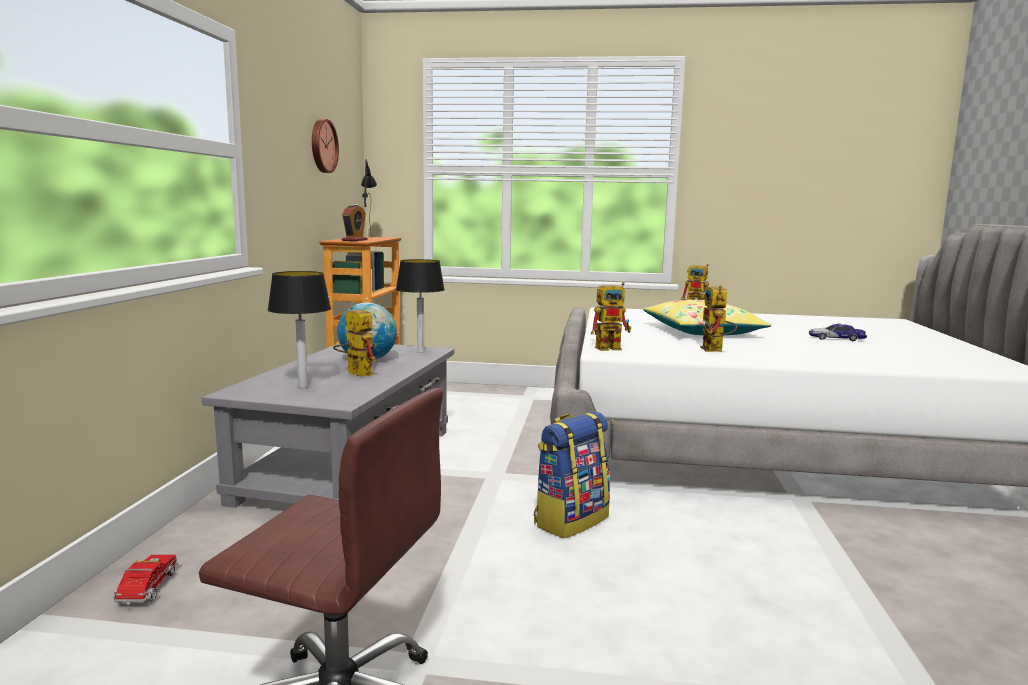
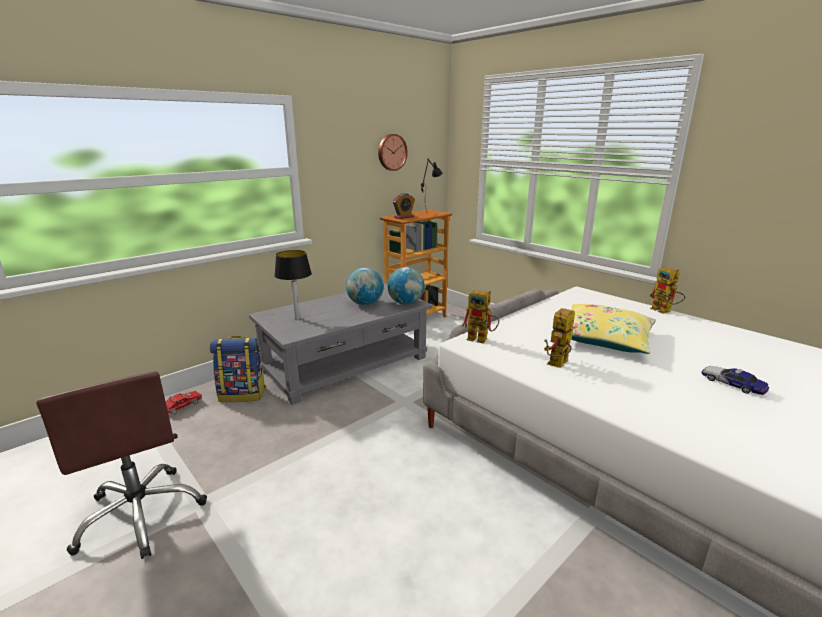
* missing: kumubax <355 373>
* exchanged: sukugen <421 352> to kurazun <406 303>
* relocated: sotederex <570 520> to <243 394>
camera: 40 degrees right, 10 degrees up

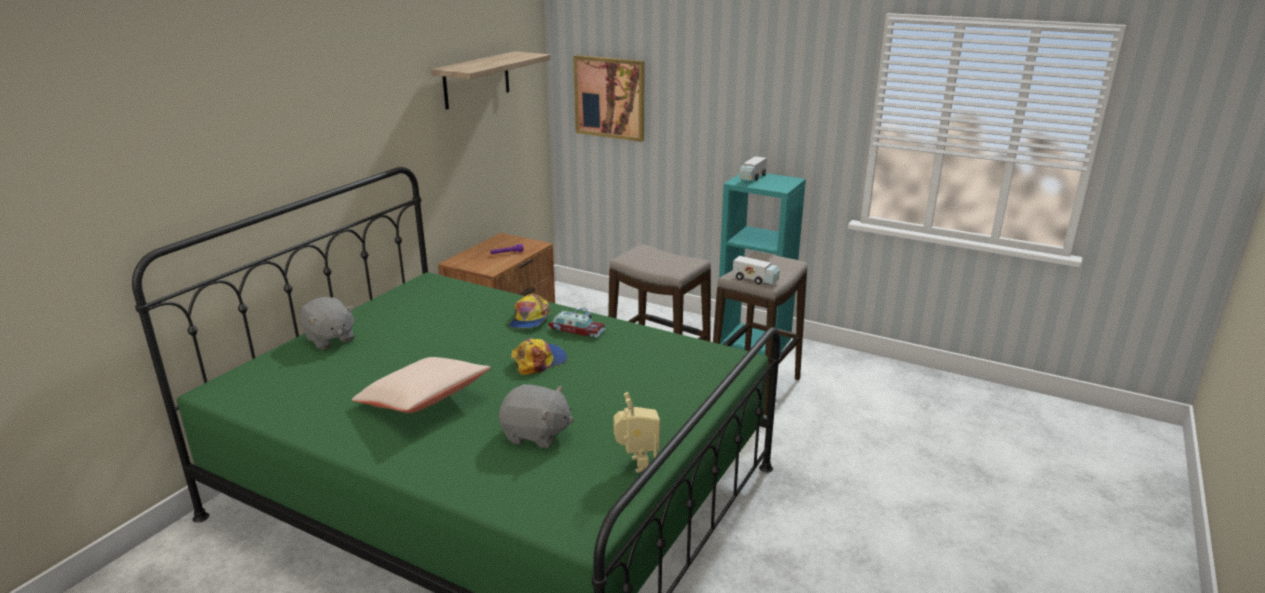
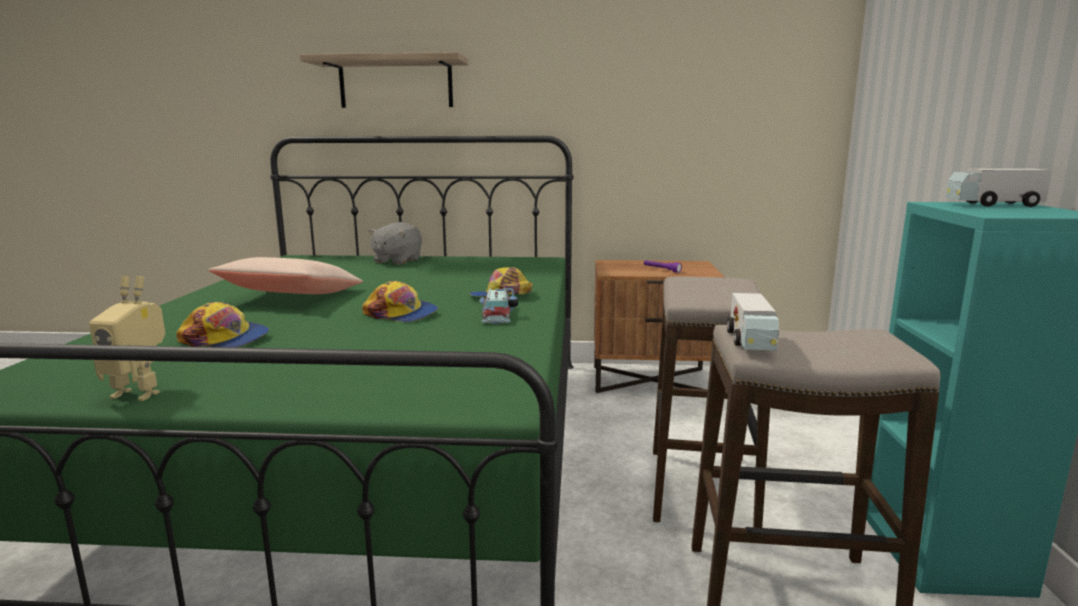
* relocated: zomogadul <476 80> to <396 83>
* exchanged: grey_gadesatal <536 434> to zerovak <225 339>
* missing: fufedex <610 97>
* spun: kumubax <636 464> = <140 392> 45 degrees clockwise
camera: 65 degrees right, 10 degrees down

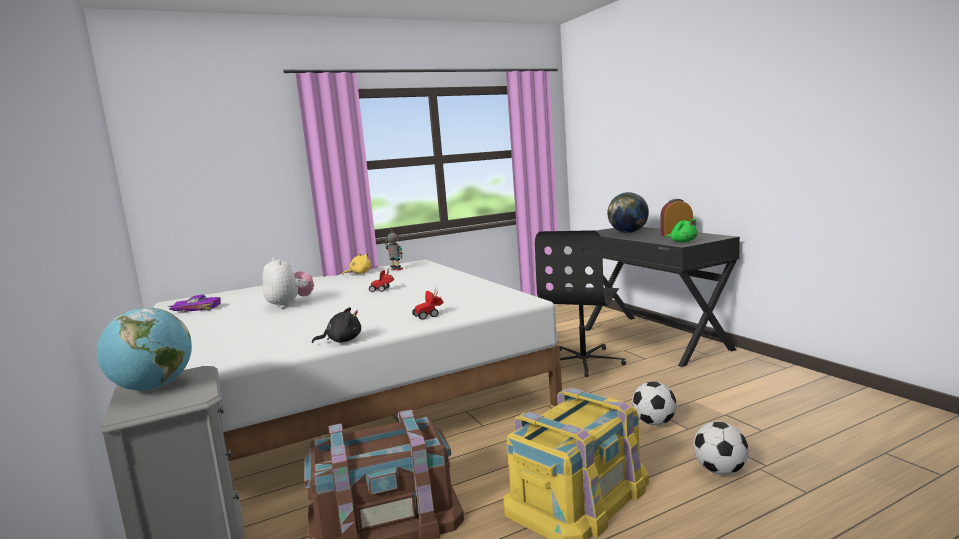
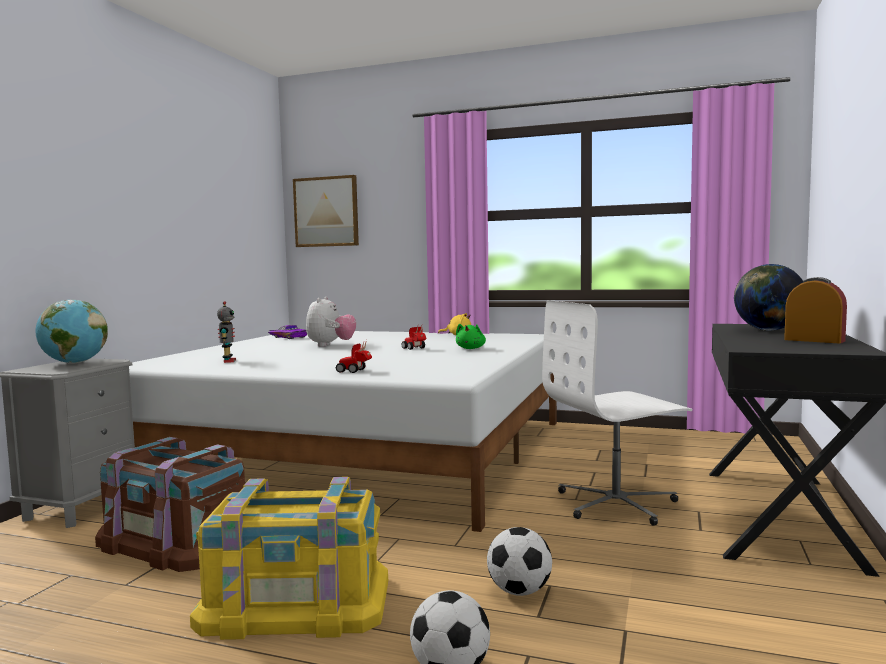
* missing: black_gadesatal <342 341>
* relocated: kumubax <396 269> to <228 361>
* colour: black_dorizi <584 361> to white_dorizi <617 503>
* relocated: green_gadesatal <682 241> to <471 348>
* appeared: fufedex <326 212>
camera: 45 degrees right, 5 degrees down

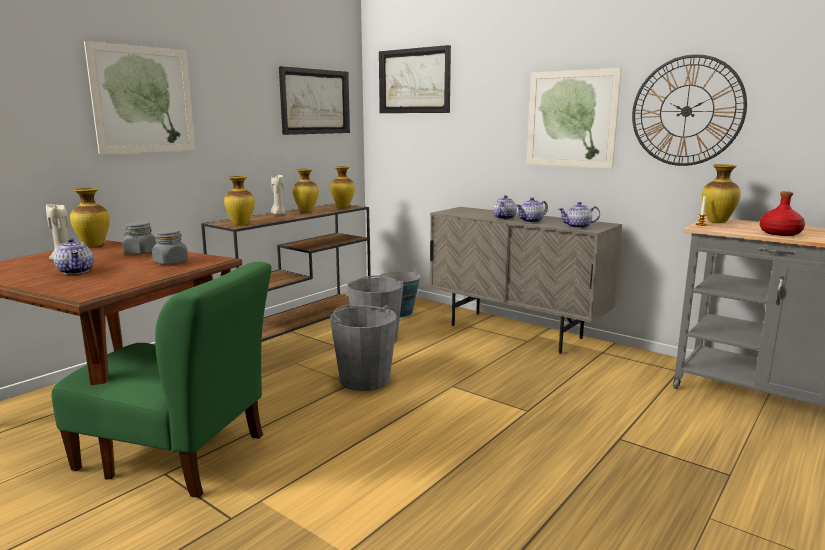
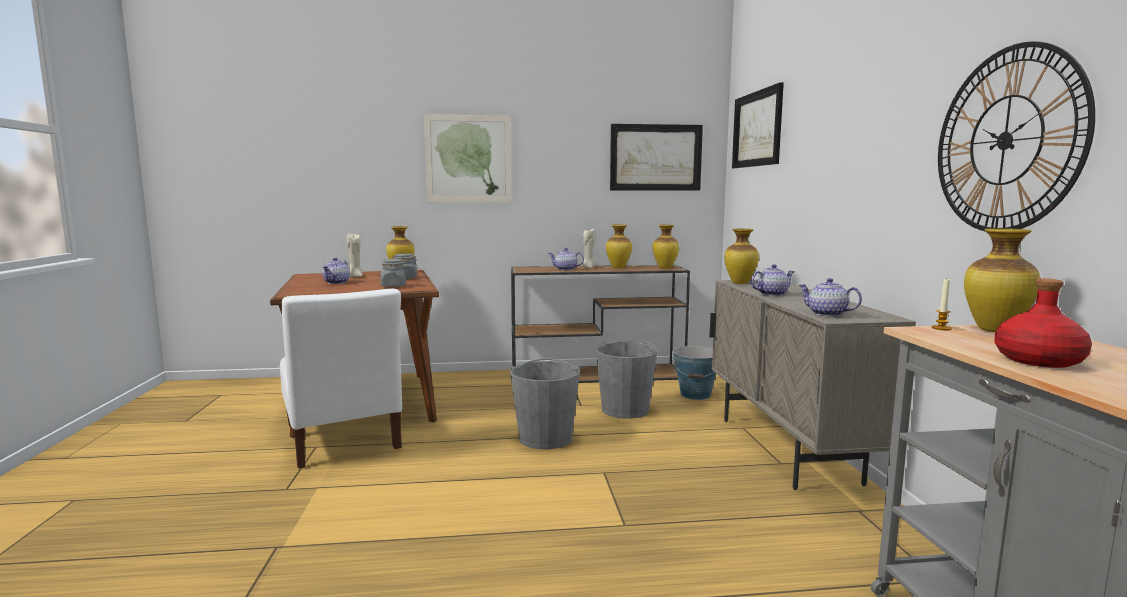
* colour: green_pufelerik <178 455> to white_pufelerik <341 439>
* relocated: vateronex <241 224> to <740 283>
* relocated: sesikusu <531 221> to <565 269>
* missing: fufedex <571 119>
camera: 45 degrees right, 5 degrees down

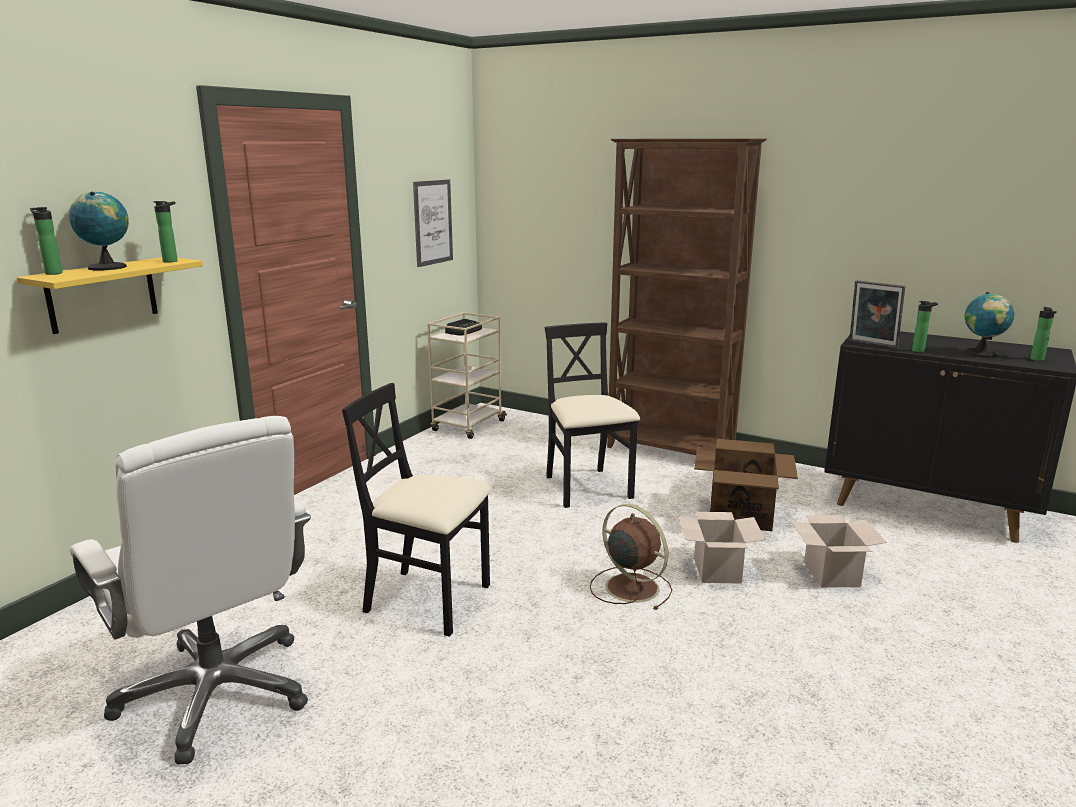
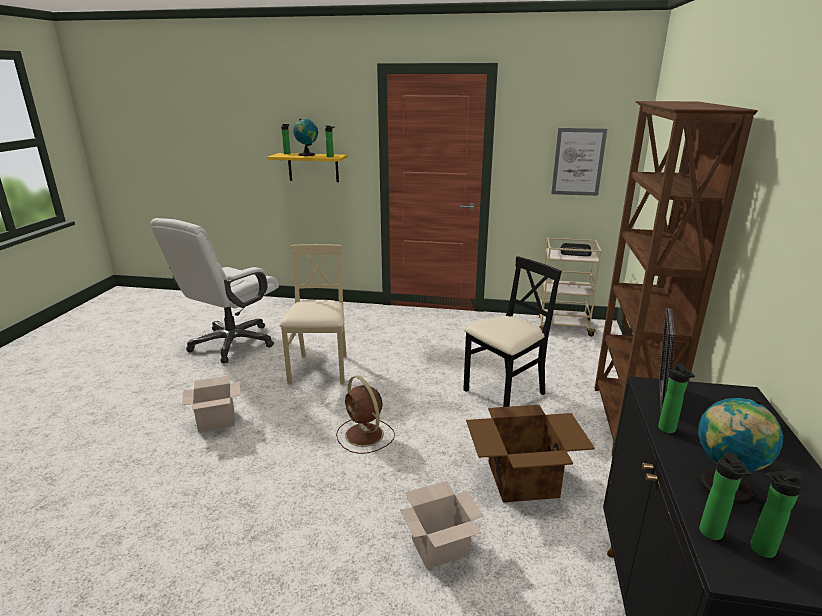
* colour: black_pufelerik <428 600> to beige_pufelerik <320 370>
* spun: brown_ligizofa <630 587> = <365 435> 120 degrees clockwise
* relocated: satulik <715 569> to <217 420>
* appeared: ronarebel <712 535>
camera: 70 degrees right, 5 degrees up

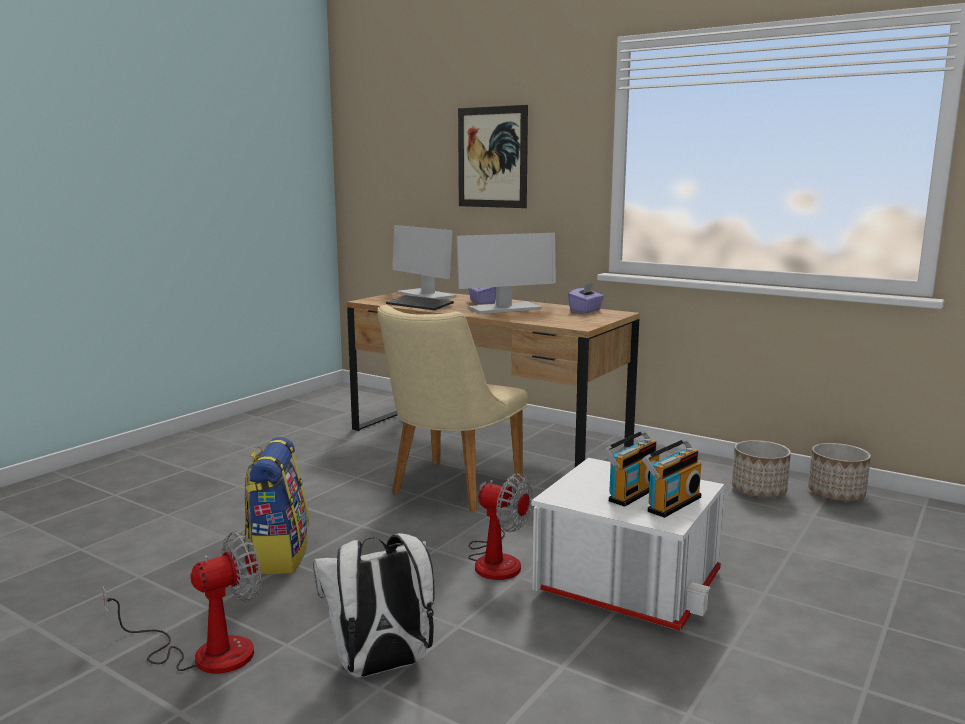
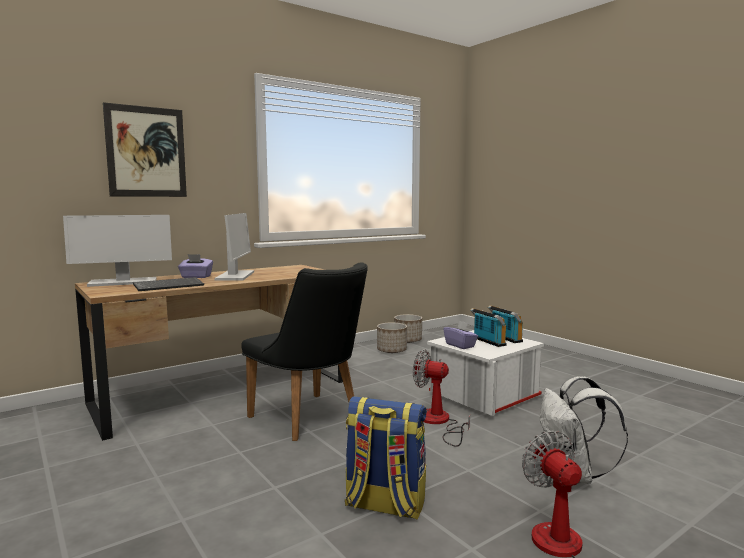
* colour: beige_pufelerik <449 490> to black_pufelerik <311 419>
* spun: ligizofa <495 559> = <438 422> 120 degrees counterclockwise
* relocated: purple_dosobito <585 311> to <460 345>
camera: 70 degrees left, 5 degrees down

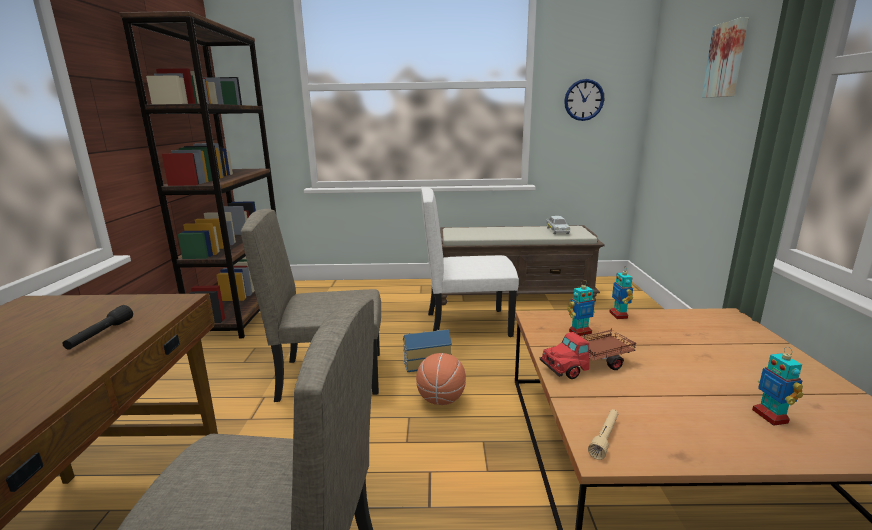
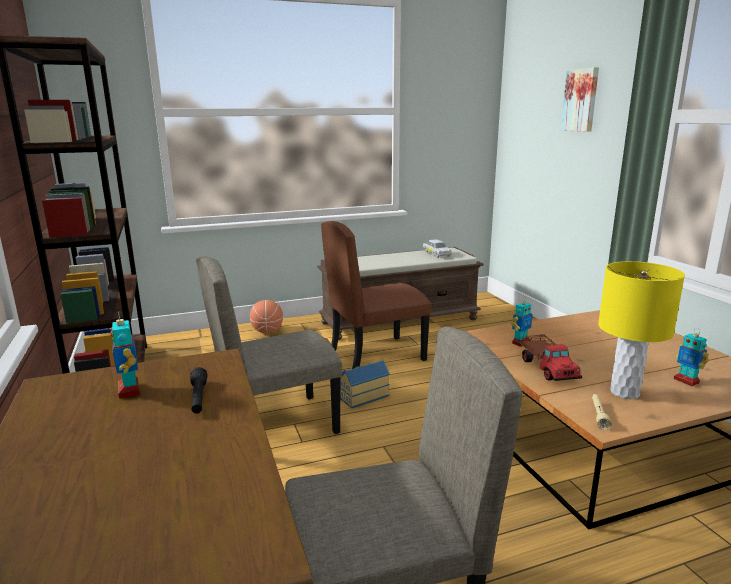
* relocated: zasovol <441 399> to <267 331>
* colour: white_pufelerik <468 324> to brown_pufelerik <376 355>
* spun: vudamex <588 365> = <547 367> 60 degrees counterclockwise
* missing: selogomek <584 100>
* relocated: kumubax <619 315> to <130 390>
* appeared: yellow_sukugen <624 392>
camera: 20 degrees left, 0 degrees up

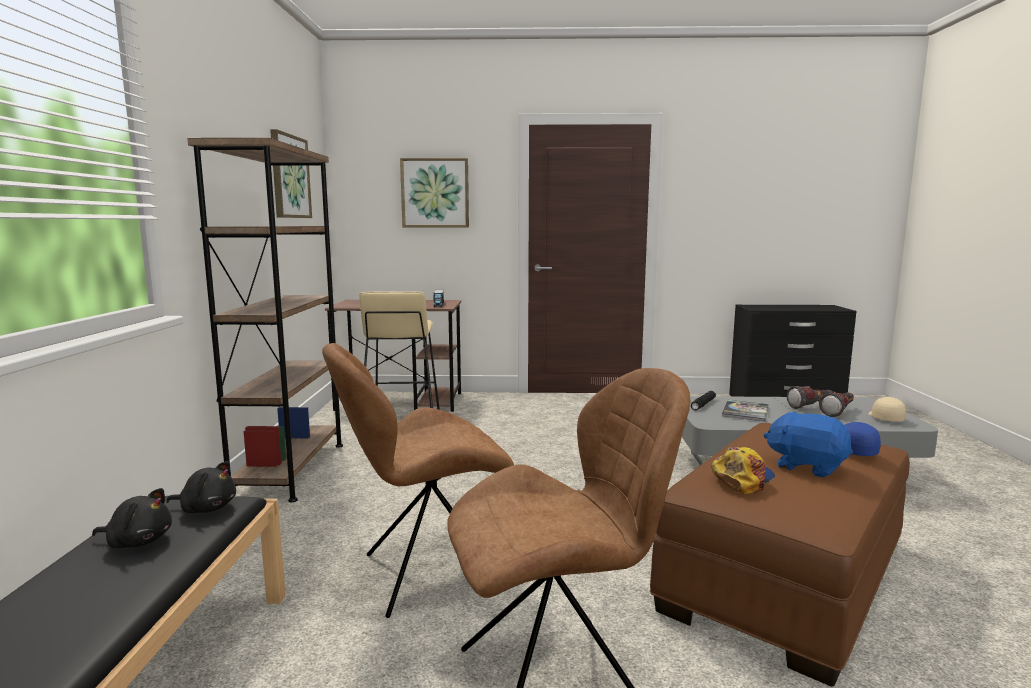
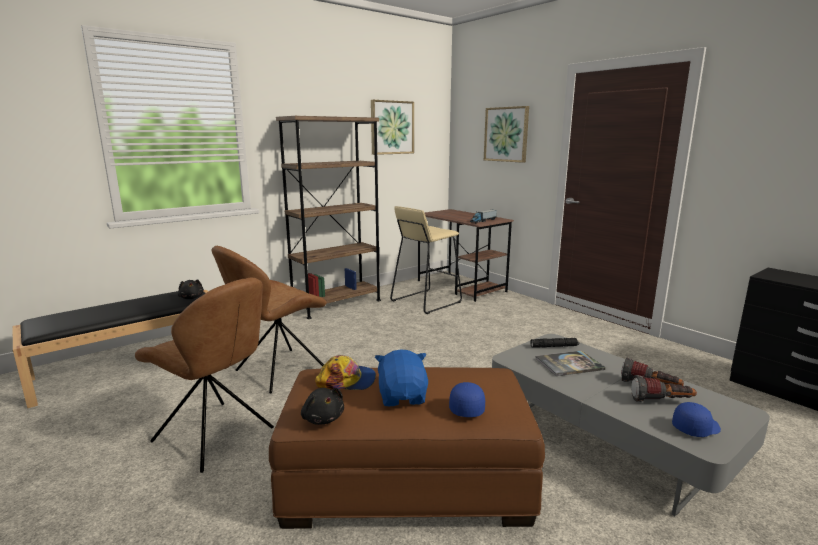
* relocated: black_gadesatal <138 541> to <322 418>
* spun: brown_pufelerik <427 573> = <278 371> 75 degrees counterclockwise
* colour: beige_zerovak <884 418> to blue_zerovak <695 427>
camera: 50 degrees right, 5 degrees up

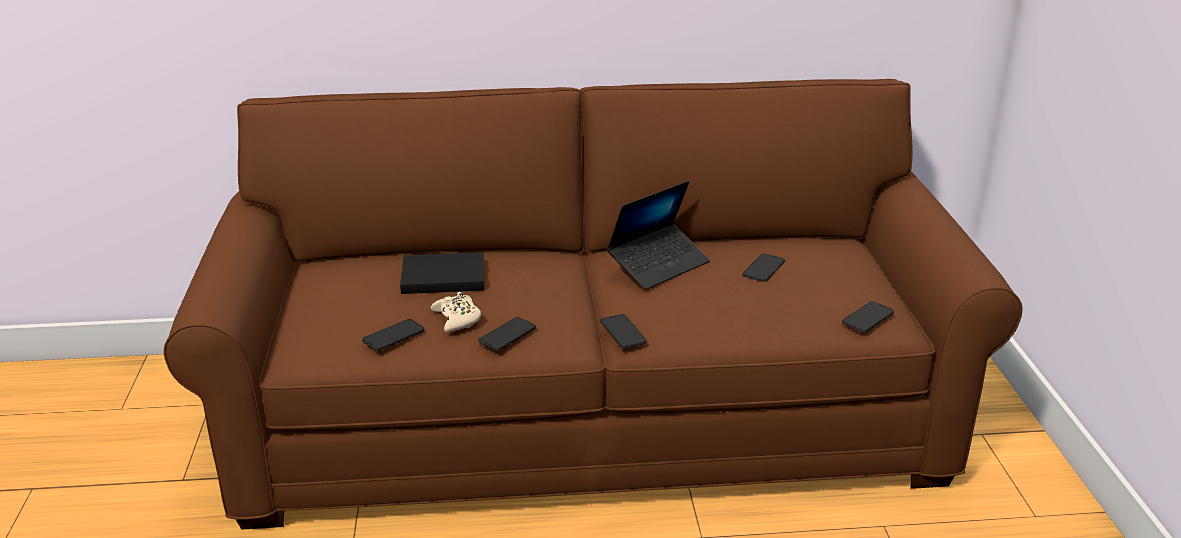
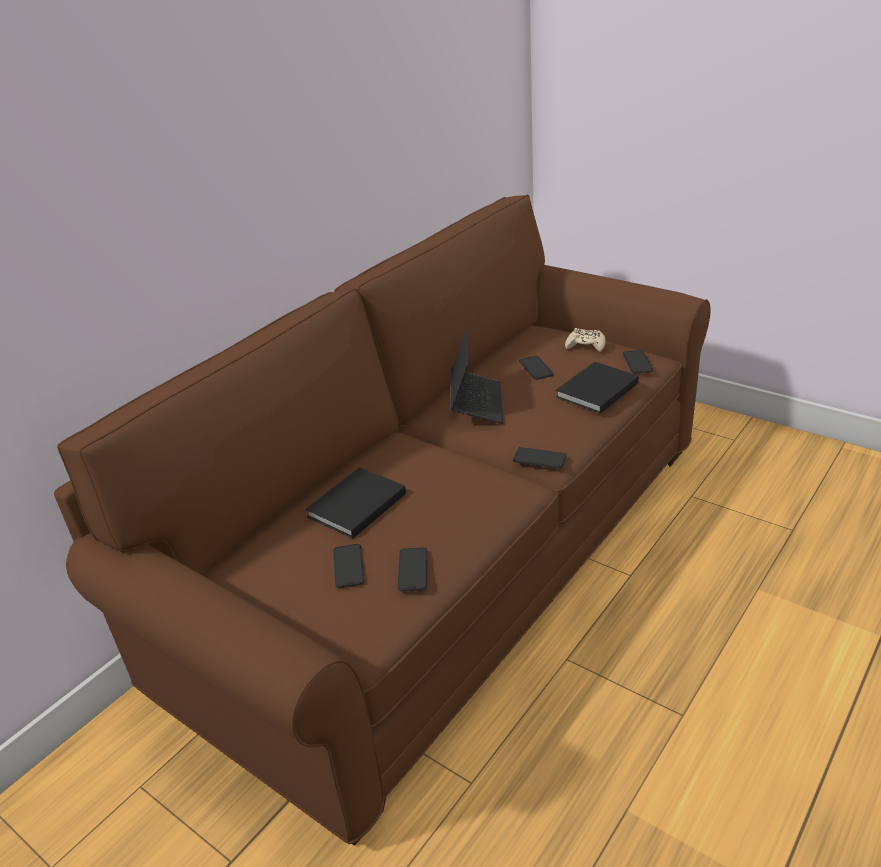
* relocated: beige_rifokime <457 319> to <585 345>
* relocated: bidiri <507 335> to <348 566>
* appeared: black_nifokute <595 391>
camera: 45 degrees left, 5 degrees up

